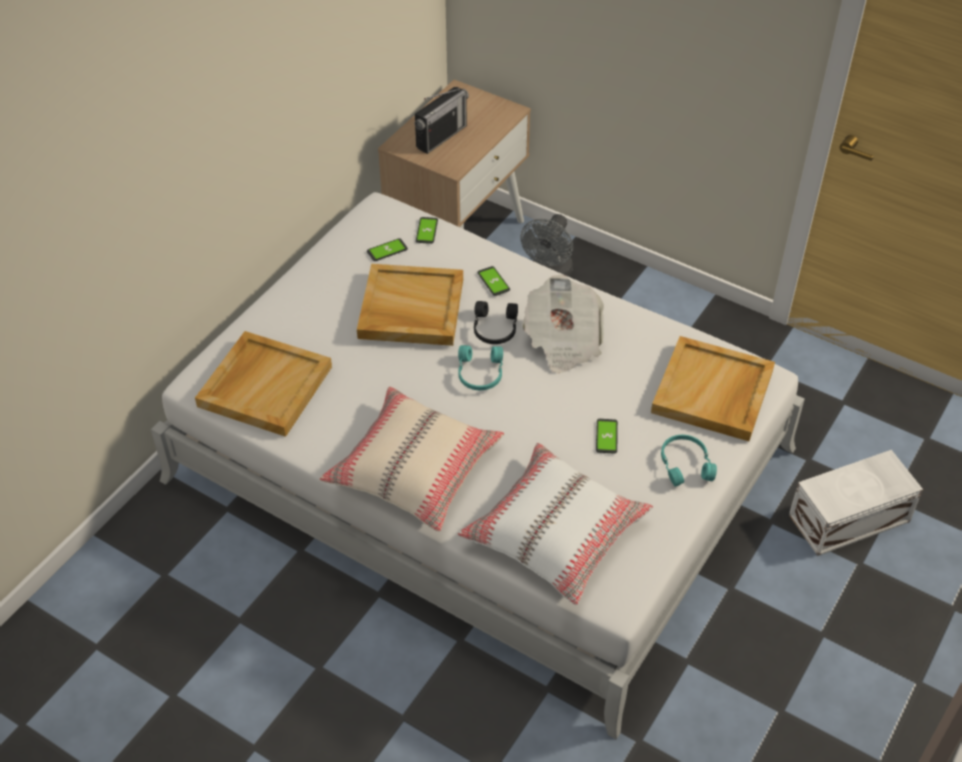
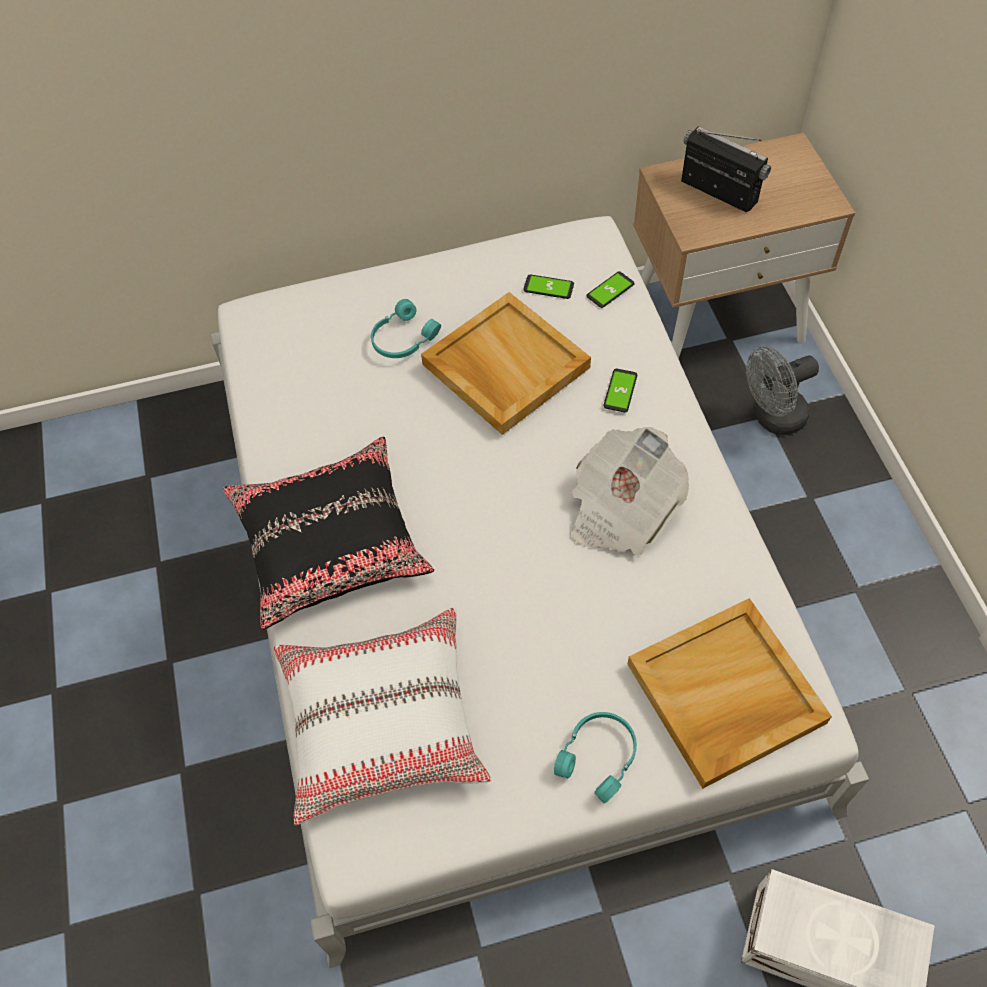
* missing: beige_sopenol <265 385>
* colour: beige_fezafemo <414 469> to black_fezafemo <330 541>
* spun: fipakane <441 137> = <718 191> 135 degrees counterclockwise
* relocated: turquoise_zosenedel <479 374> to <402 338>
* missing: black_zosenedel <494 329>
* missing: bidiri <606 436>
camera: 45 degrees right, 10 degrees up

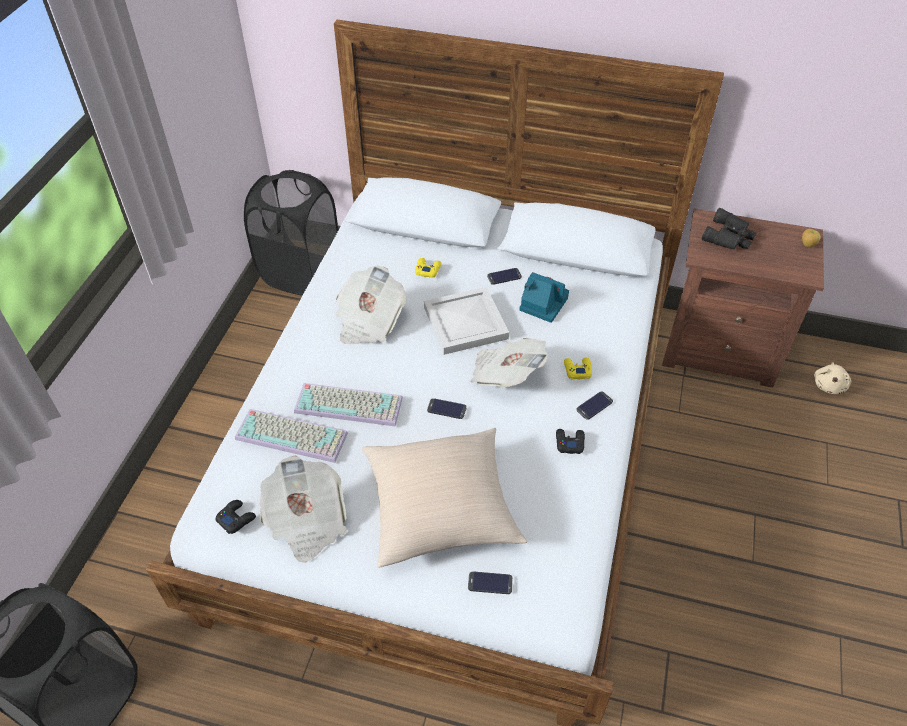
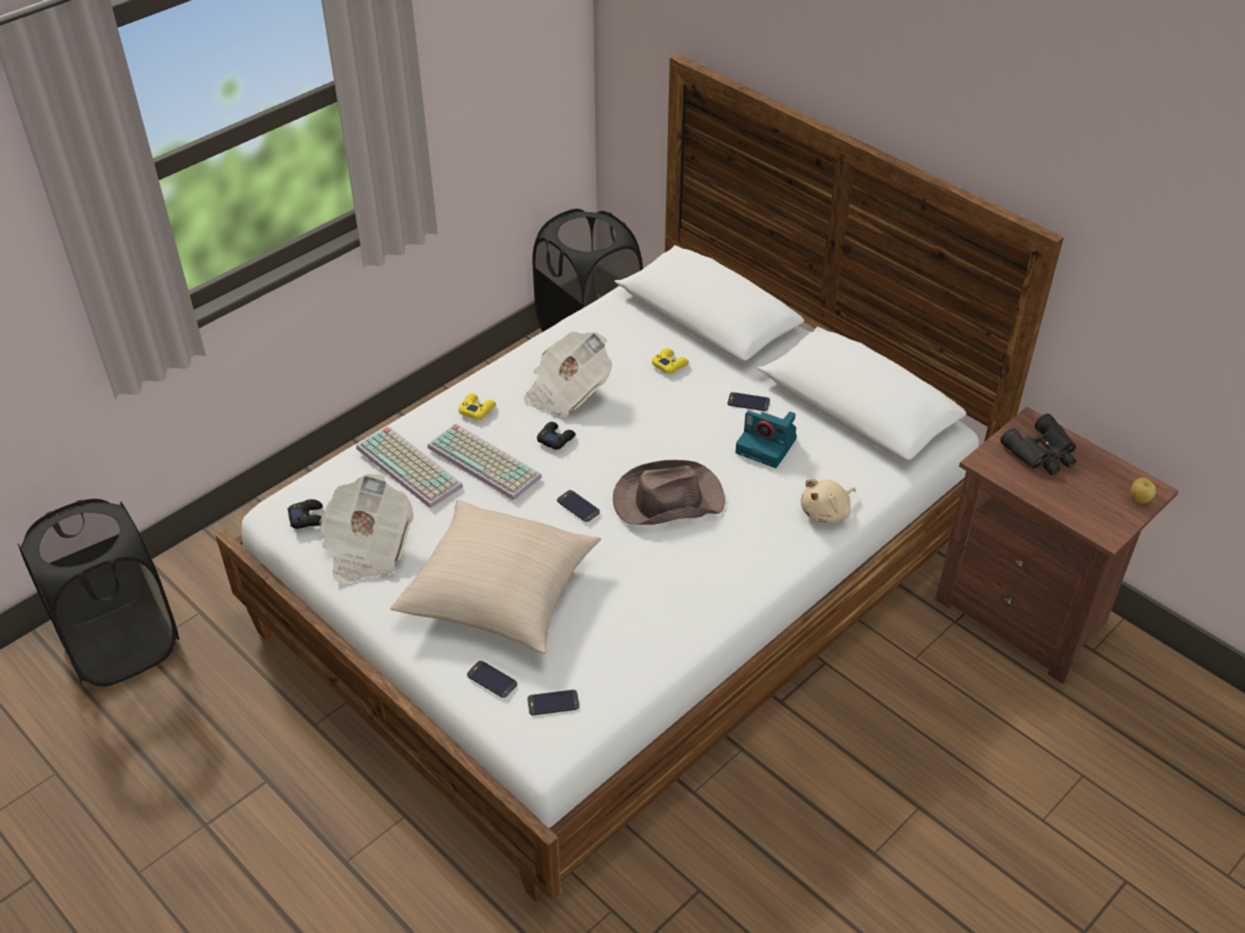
* missing: white_sopenol <467 323>
* exchanged: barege <506 375> to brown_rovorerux <667 500>
* spun: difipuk <542 304> = <767 446> 150 degrees clockwise
* relocated: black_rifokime <569 443> to <556 439>
* relocated: yellow_rifokime <577 370> to <477 409>
* relocated: bidiri <594 405> to <553 703>
* relocated: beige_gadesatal <829 385> to <827 512>
camera: 30 degrees right, 5 degrees down

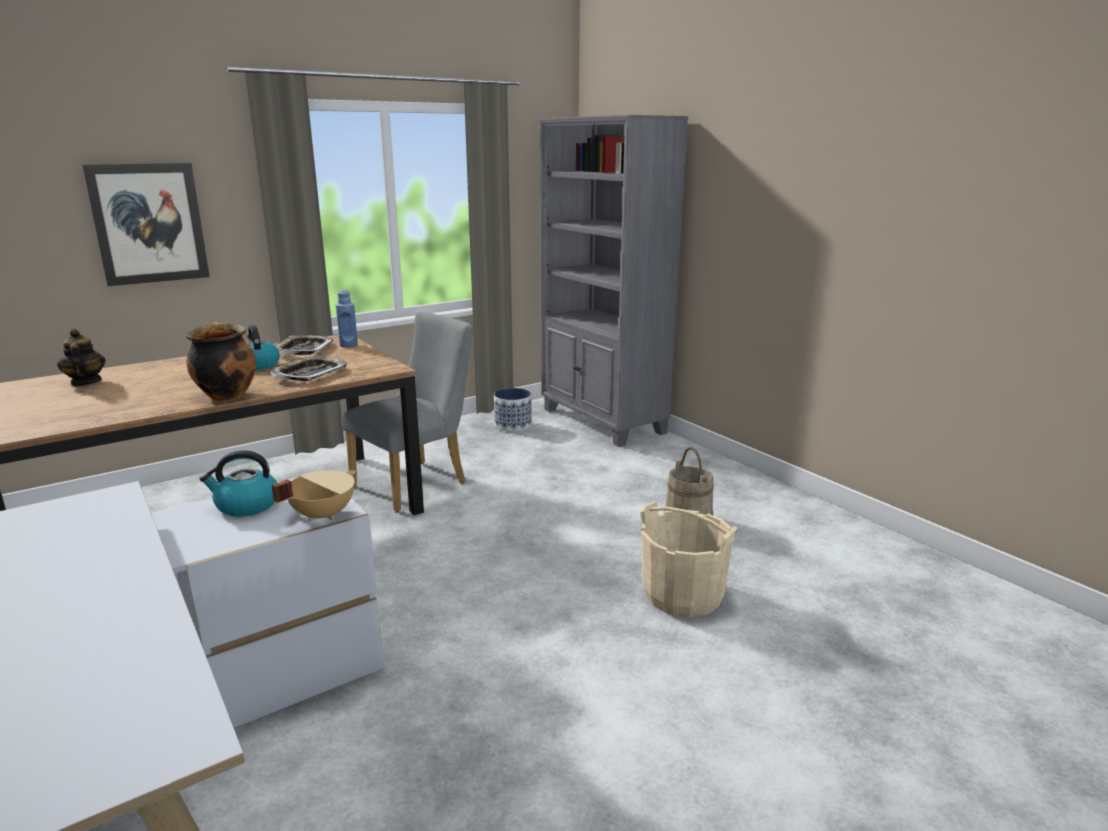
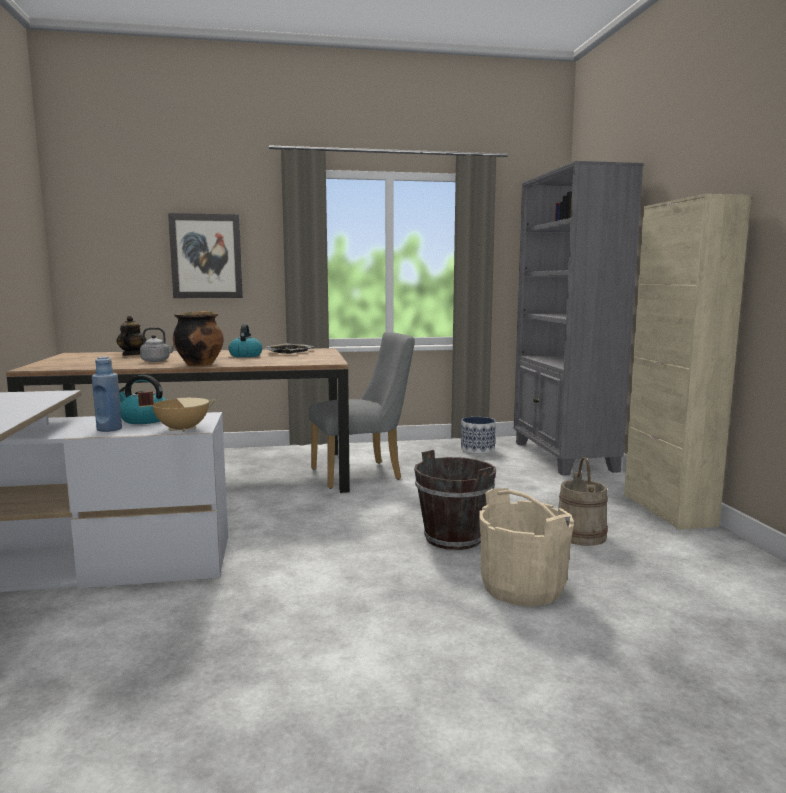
* missing: sopenol <309 374>
* relocated: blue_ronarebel <348 345> to <109 429>
* appeared: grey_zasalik <157 361>
* appeared: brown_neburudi <454 538>
* appeared: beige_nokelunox <668 510>
camera: 25 degrees right, 10 degrees down

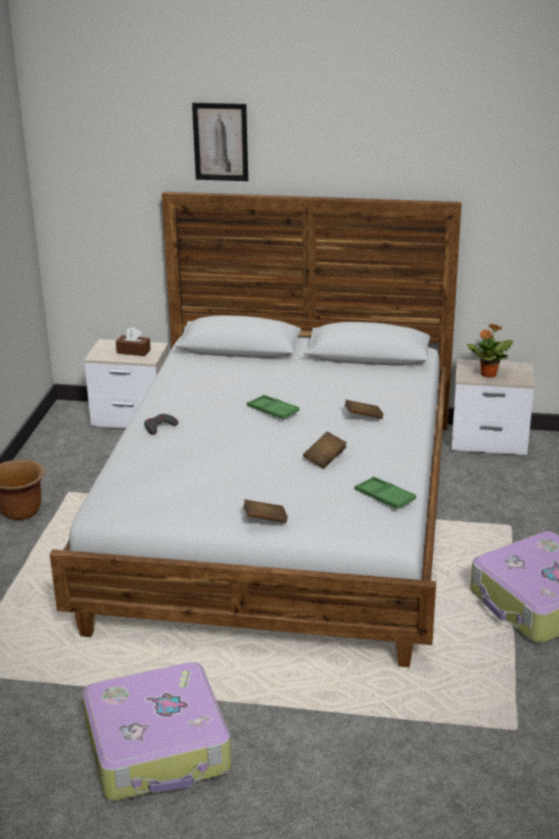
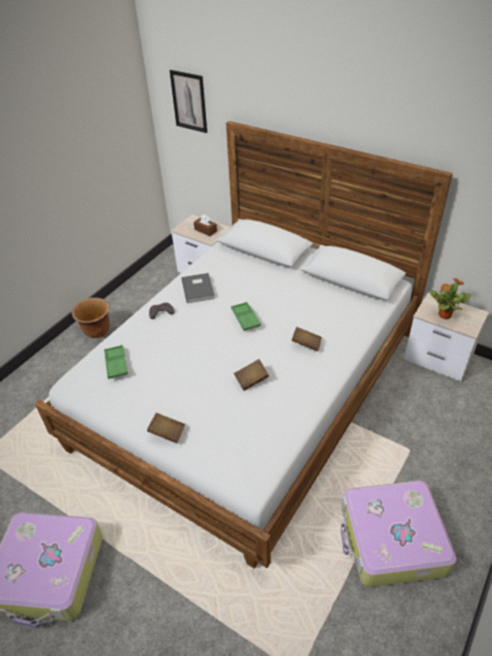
* relocated: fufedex <220 142> to <189 101>
* relocated: green_sopenol <384 497> to <116 364>
* appeared: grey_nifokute <199 288>
camera: 25 degrees right, 15 degrees up

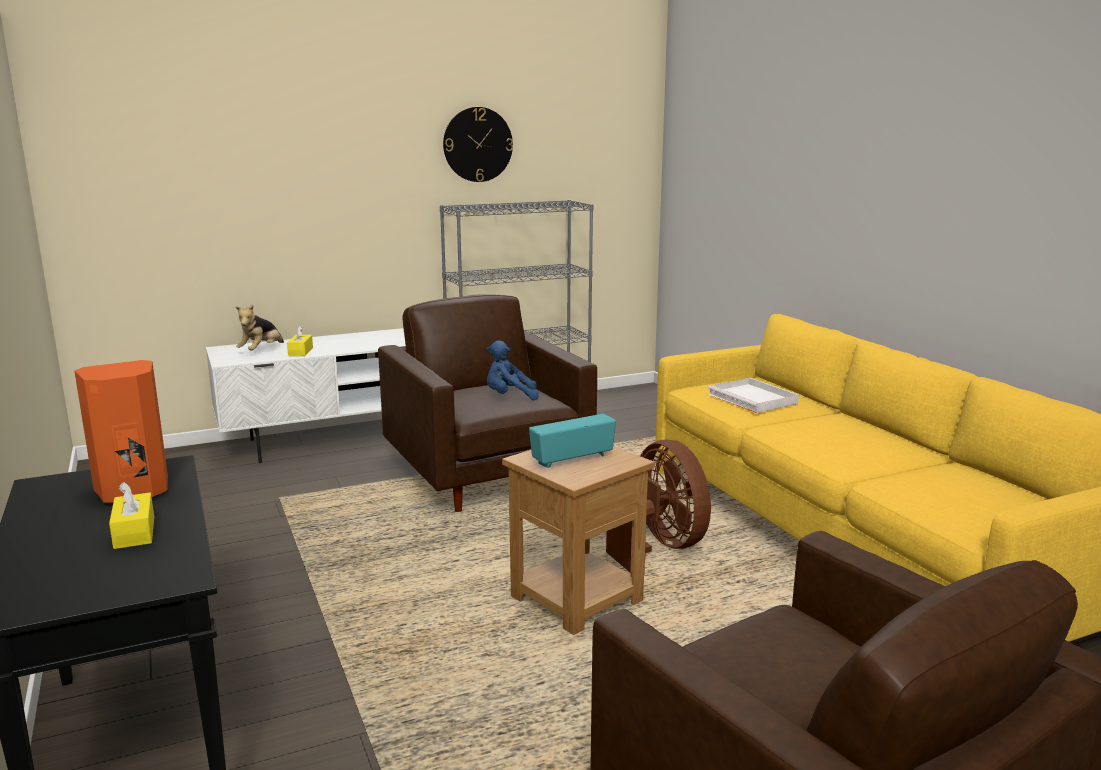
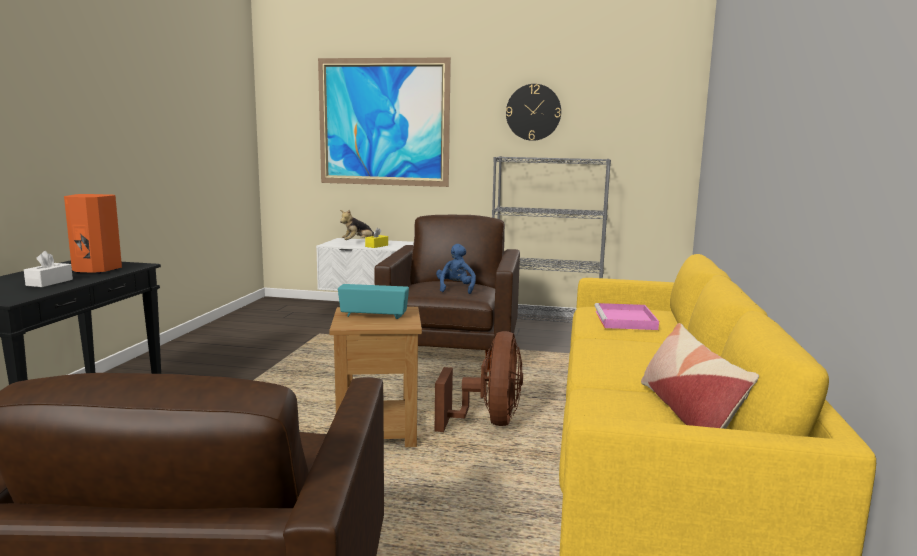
* colour: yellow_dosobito <134 532> to white_dosobito <49 282>
* spun: blue_gadesatal <509 397> = <455 289> 60 degrees clockwise
* colour: white_sopenol <754 399> to pink_sopenol <626 320>
* appeared: fufedex <383 122>
* appeared: fezafemo <688 414>
camera: 35 degrees right, 5 degrees down

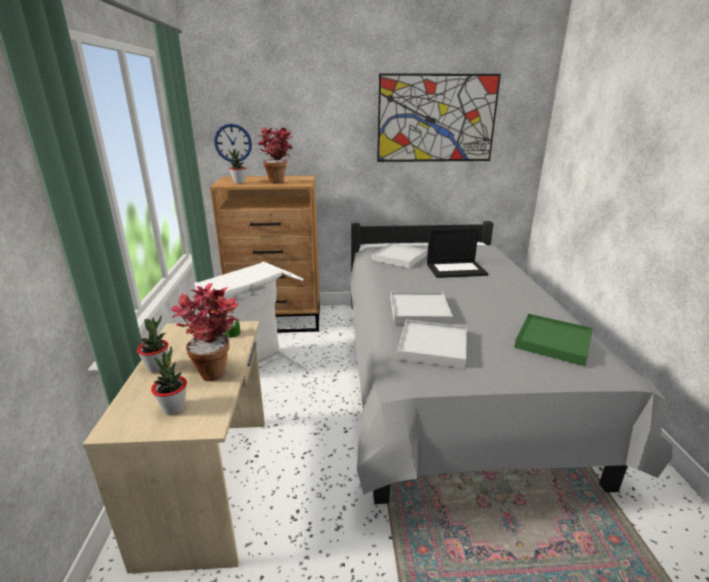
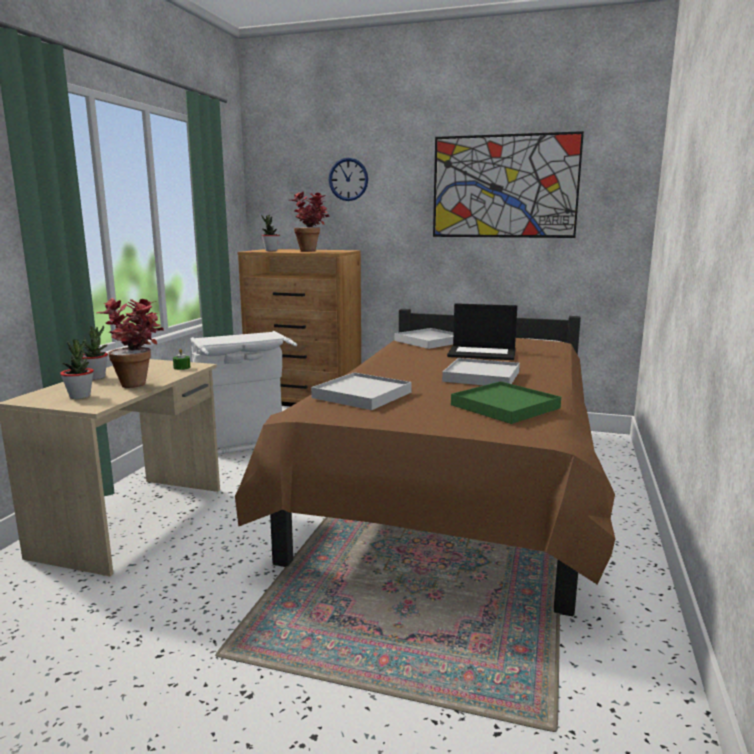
* relocated: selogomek <233 143> to <348 179>
* colour: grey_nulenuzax <447 379> to brown_nulenuzax <454 488>
* relocated: white_sopenol <419 311> to <482 376>
camera: 20 degrees right, 10 degrees down

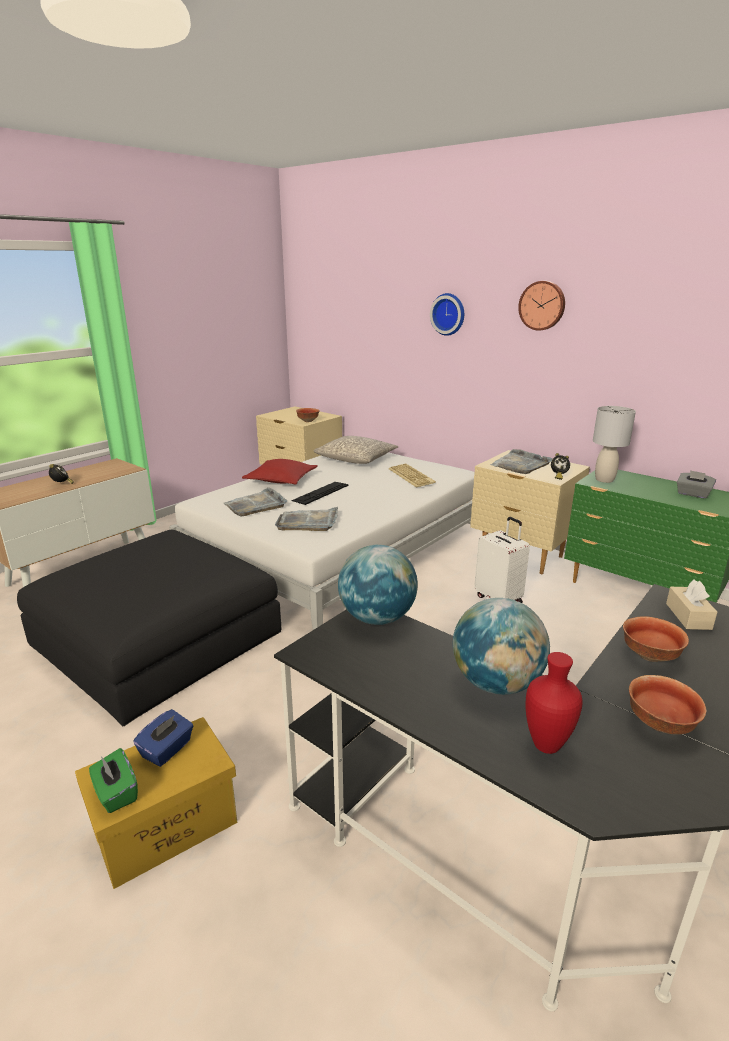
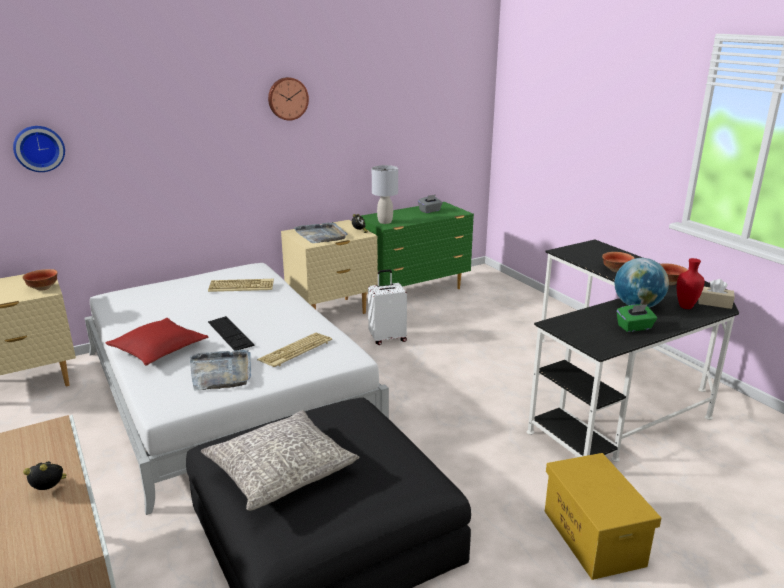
* relocated: green_dosobito <116 793> to <634 327>
* missing: blue_dosobito <167 750>
* exchanged: grey_sopenol <308 522> to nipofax <296 351>
* relocated: grey_fezafemo <356 459> to <281 471>
* missing: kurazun <377 618>
* relocated: selogomek <449 314> to <39 148>
* relocated: beige_dosobito <688 616> to <714 303>
camera: 70 degrees left, 0 degrees up

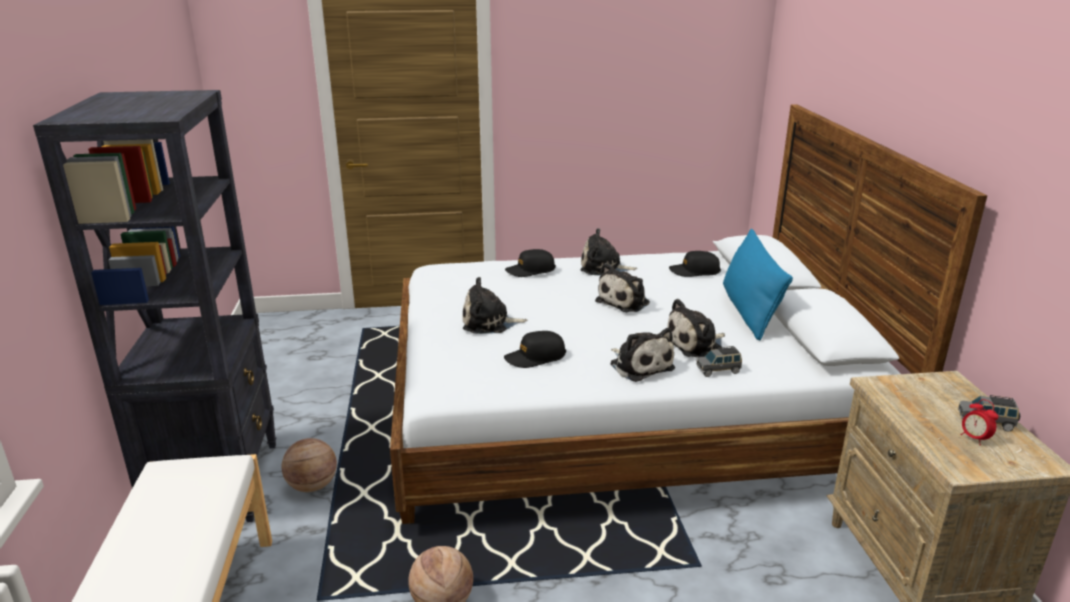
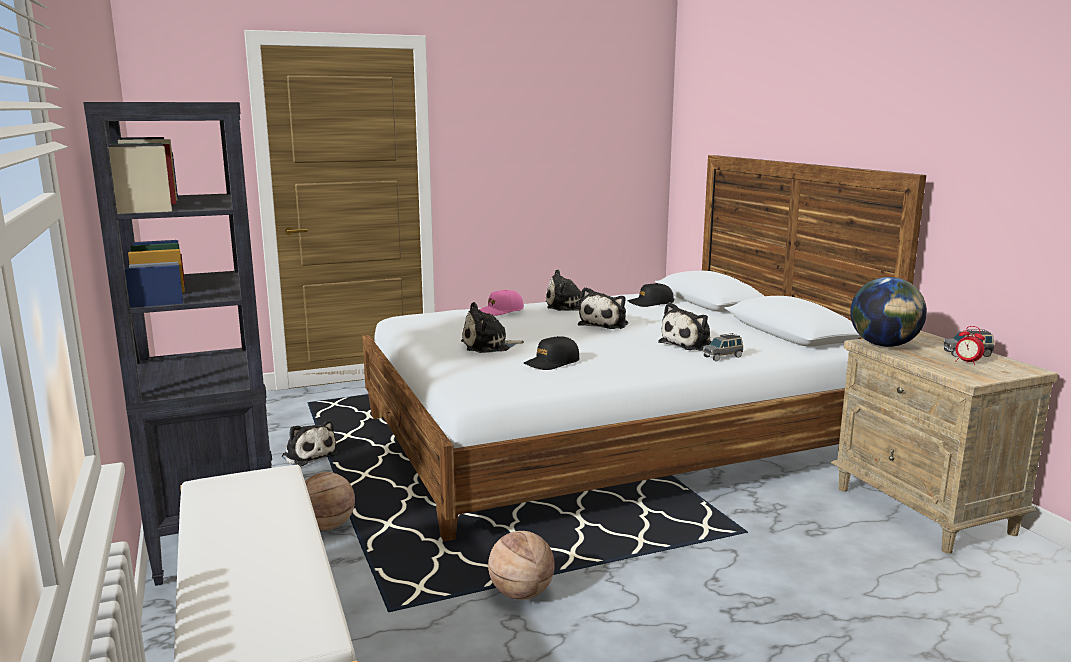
* colour: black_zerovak <530 270> to pink_zerovak <500 311>
* relocated: gadesatal <640 365> to <308 455>
* missing: blue_fezafemo <749 311>
* appeared: kurazun <884 345>
camera: 15 degrees left, 10 degrees down

